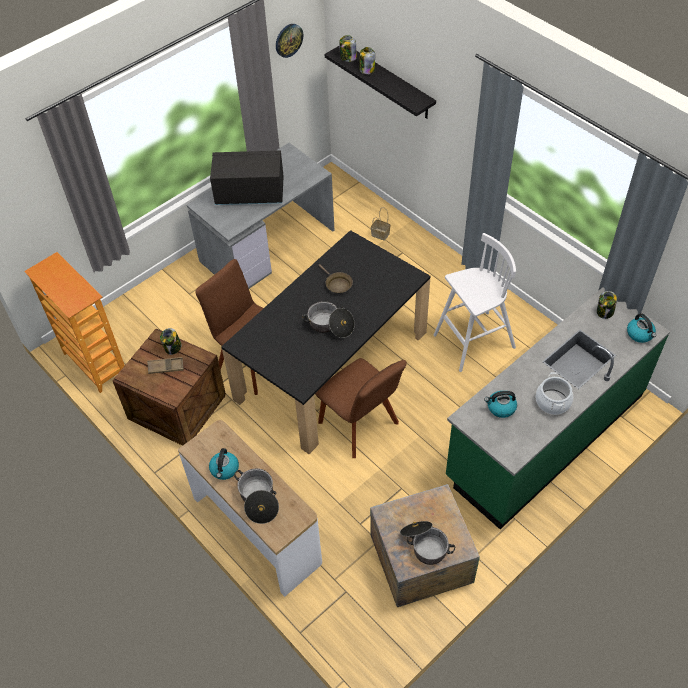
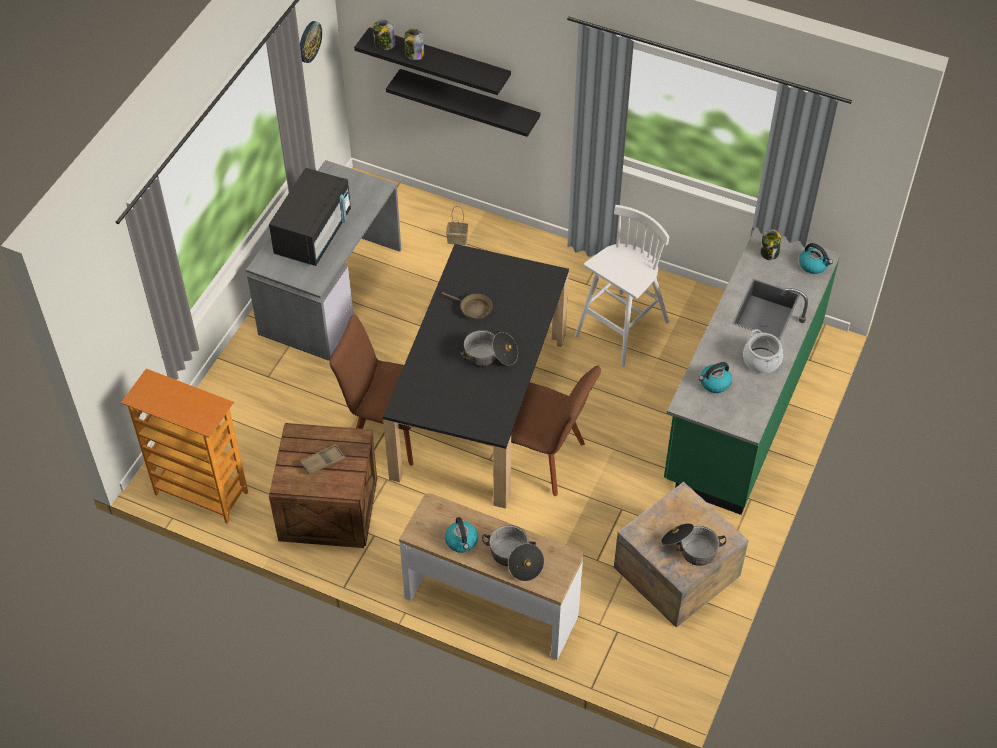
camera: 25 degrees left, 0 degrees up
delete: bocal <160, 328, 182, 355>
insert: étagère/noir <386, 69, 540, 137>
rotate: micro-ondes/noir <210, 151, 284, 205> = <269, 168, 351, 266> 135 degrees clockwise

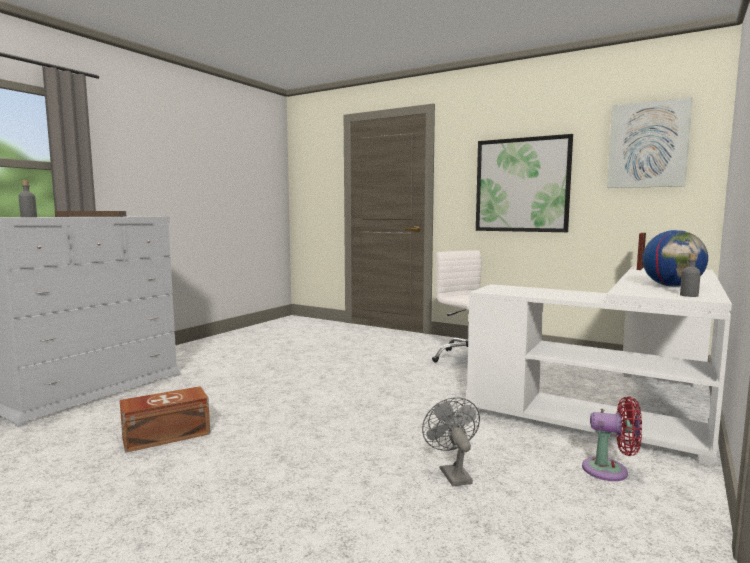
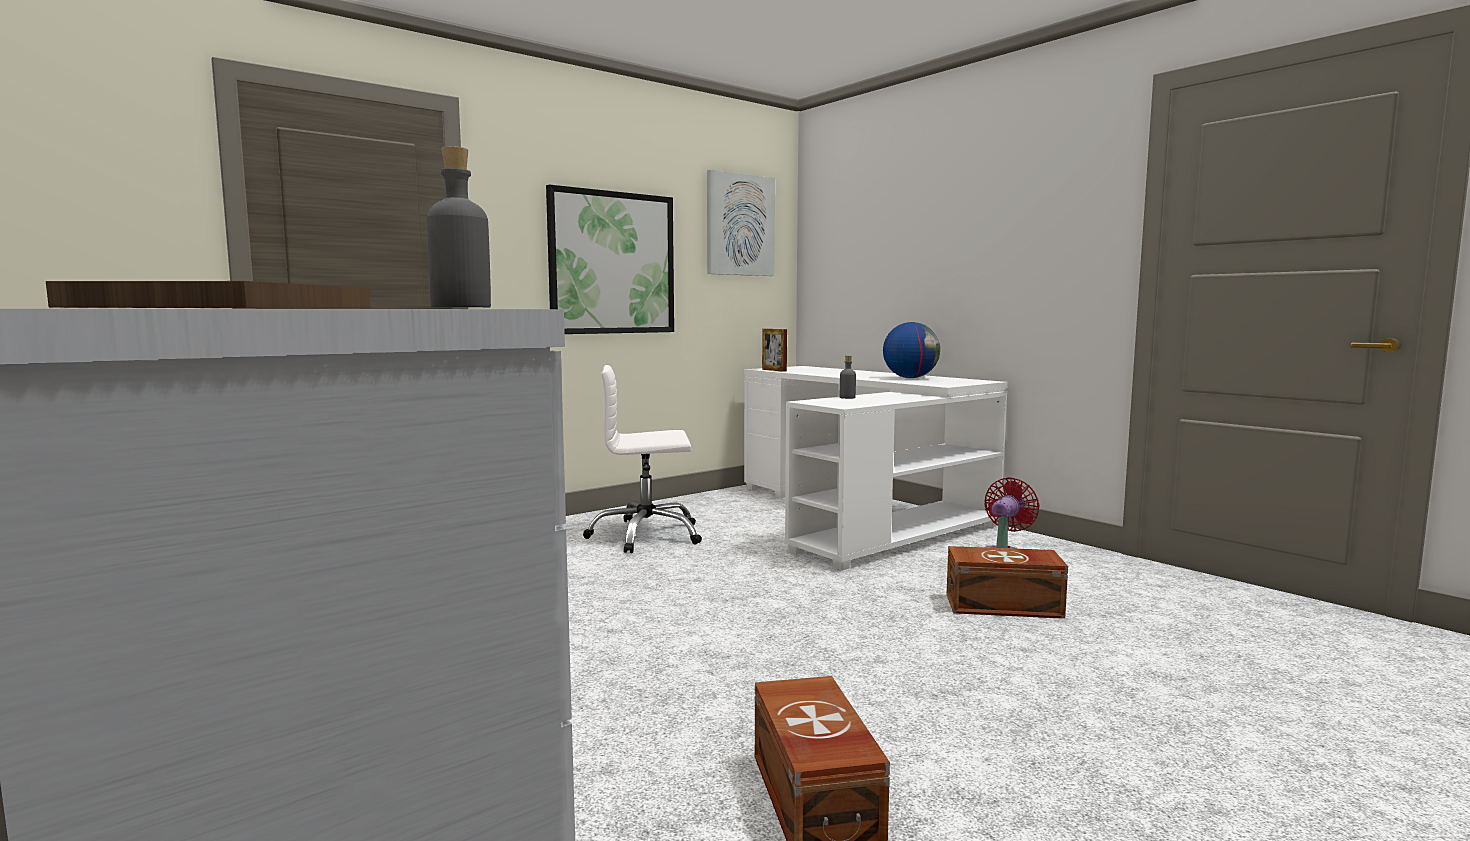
camera: 70 degrees left, 0 degrees up
move: bouteille/gris <680, 253, 701, 297> to <840, 355, 856, 399>
replace: ventilateur/gris <422, 397, 480, 486> to boîte de rangement/marron <946, 546, 1068, 619>

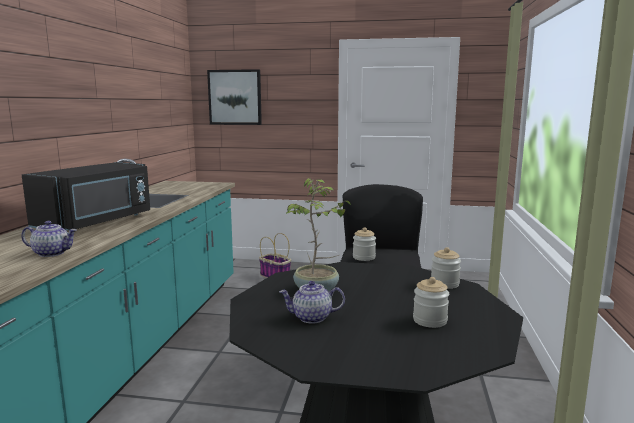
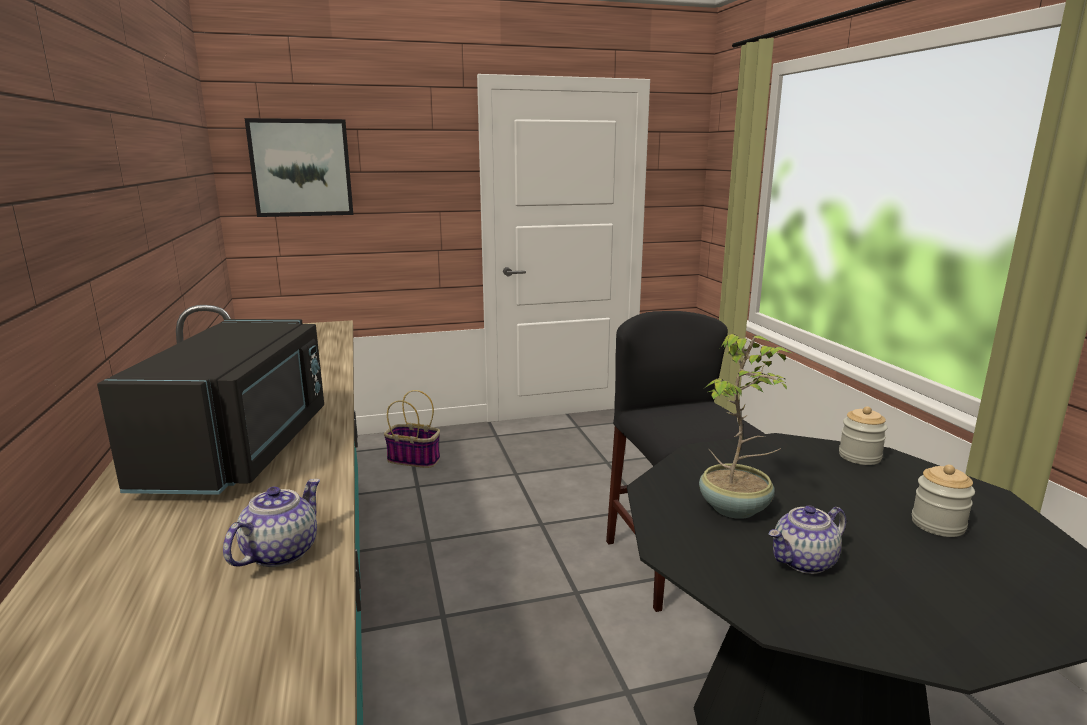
camera: 25 degrees left, 5 degrees up
delete: bocal <353, 228, 376, 261>
rotate: théière <21, 221, 77, 257> = <223, 479, 320, 567> 45 degrees counterclockwise

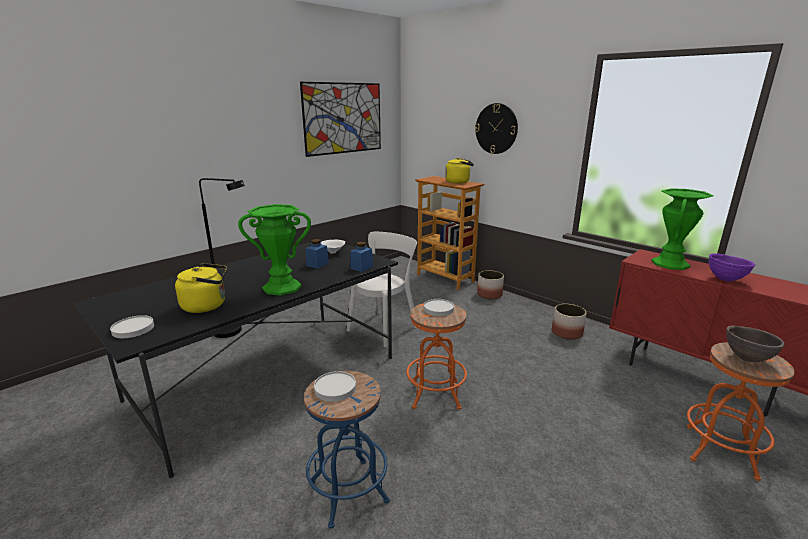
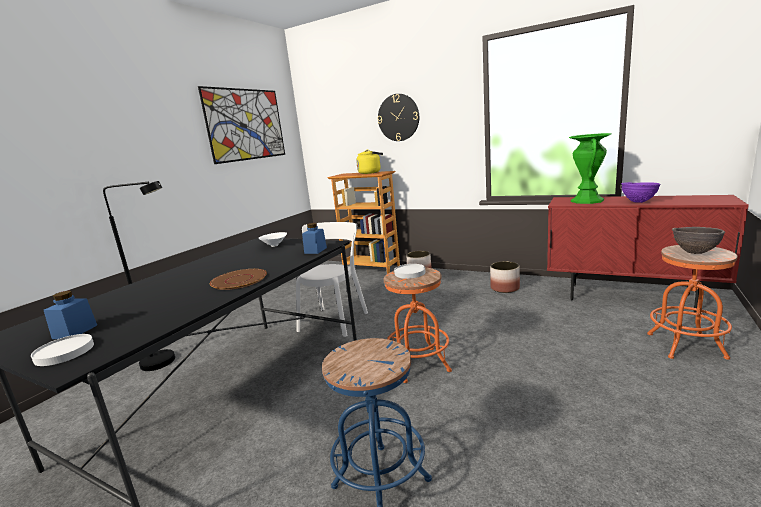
camera: 15 degrees left, 5 degrees down
delete: bouilloire/jaune <175, 263, 227, 313>; assiette/blanc <314, 371, 356, 402>
move: bocal/bleu <306, 239, 329, 269> to <44, 291, 97, 339>
replace: vase/vert <238, 204, 311, 295> to assiette/marron <210, 269, 267, 290>

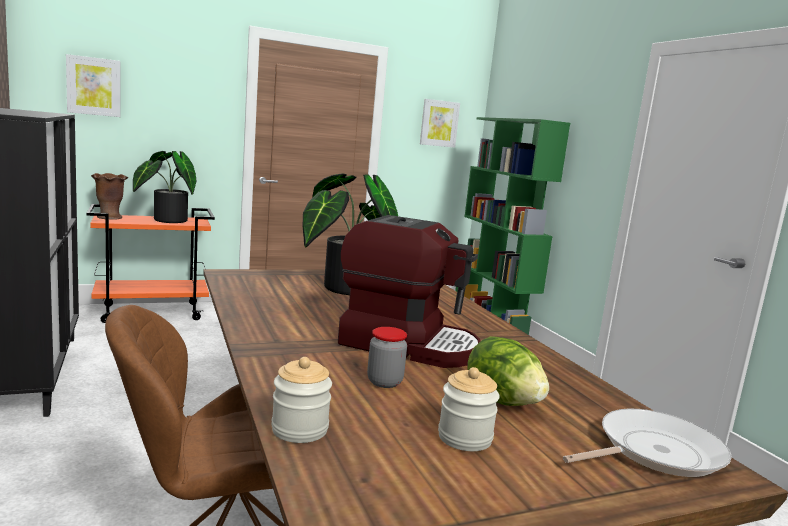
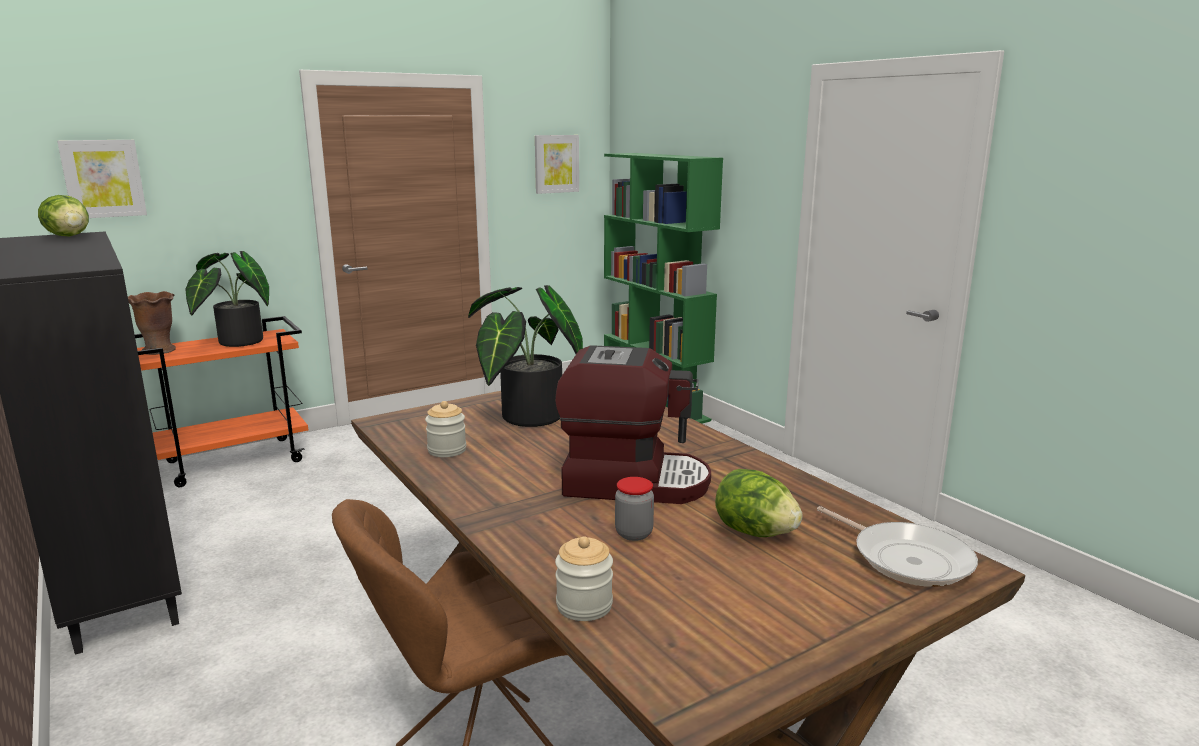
camera: 10 degrees left, 5 degrees up
insert: laitue <38, 195, 89, 236>
move: bocal <438, 367, 500, 451> to <425, 401, 466, 457>
rotate: poêle <563, 409, 732, 477> = <817, 506, 978, 587> 90 degrees clockwise

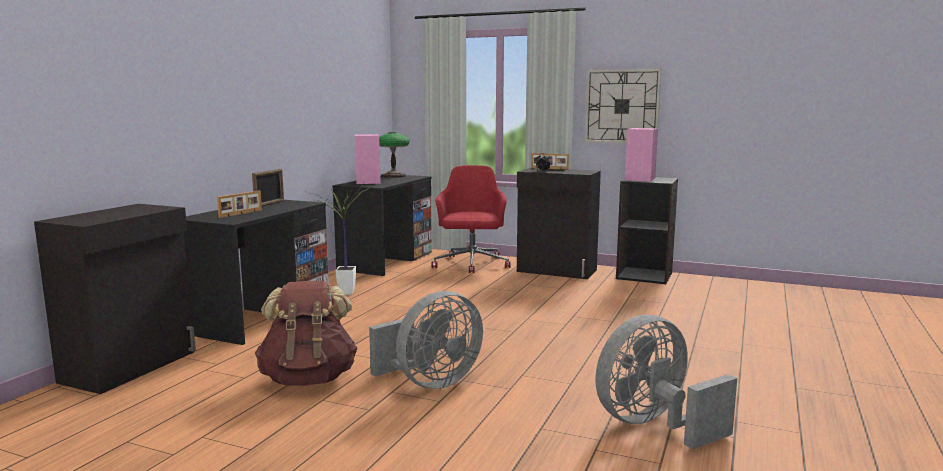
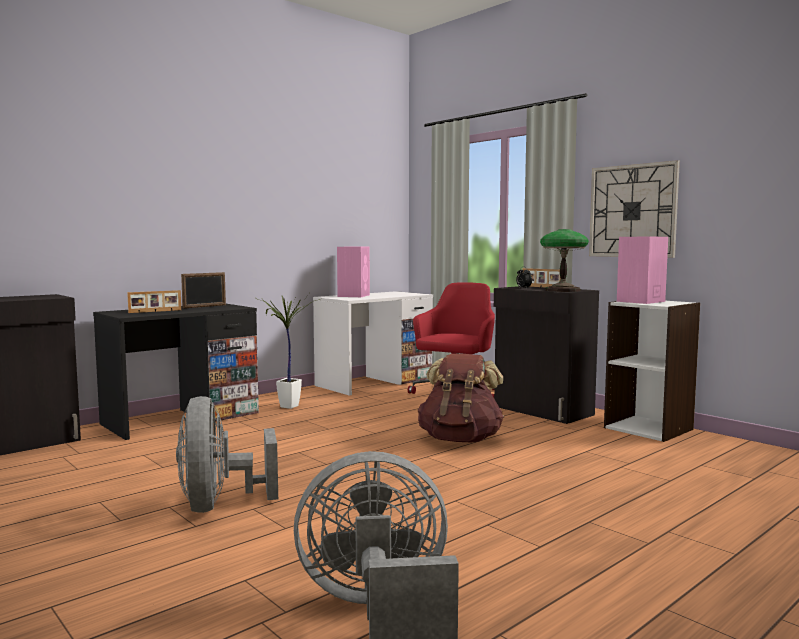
camera: 25 degrees right, 5 degrees down
move: sac à dos/marron <255, 281, 357, 386> to <418, 354, 504, 442>; lampe de table <379, 132, 410, 178> to <540, 229, 589, 292>
recolor: bureau/noir <332, 175, 432, 276> to bureau/blanc <313, 291, 433, 396>; bibliothèque/noir <616, 177, 678, 284> to bibliothèque/blanc <604, 301, 700, 442>
rotate: ventilateur/gris <369, 291, 483, 389> = <176, 396, 278, 513> 90 degrees clockwise

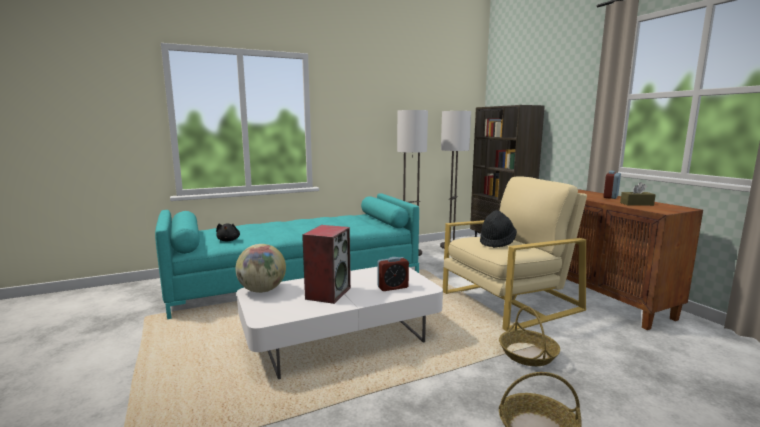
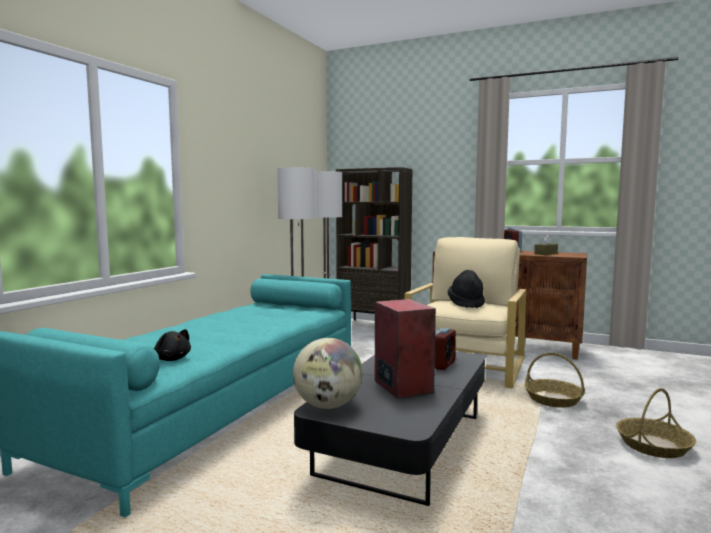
camera: 40 degrees left, 5 degrees down
recolor: table basse/blanc <237, 267, 443, 379> to table basse/noir <294, 352, 485, 506>

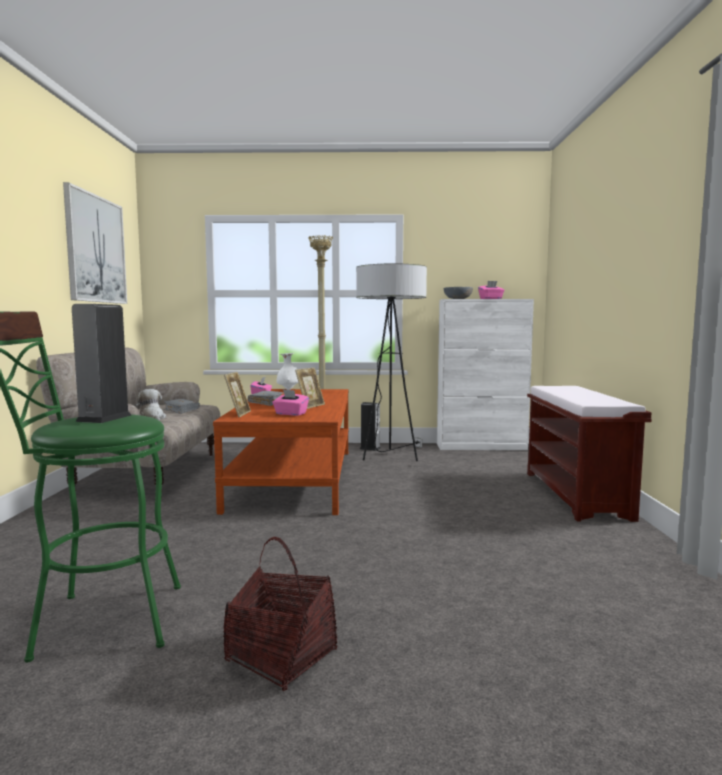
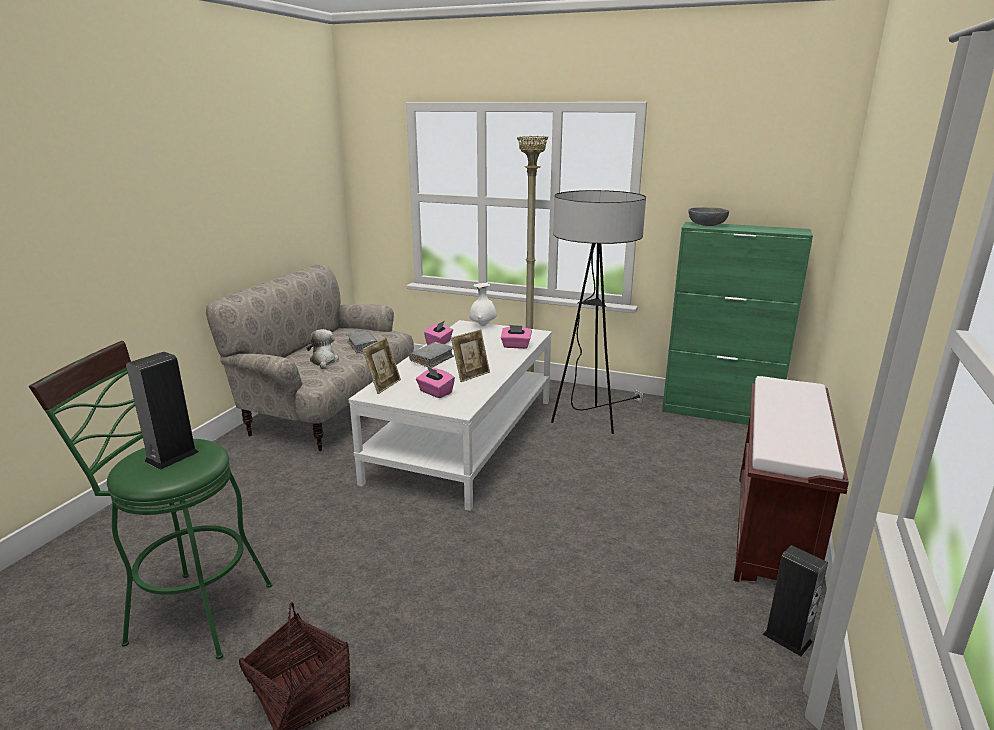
camera: 20 degrees right, 15 degrees up
delete: tableau <63, 182, 127, 304>
move: boîte à mouchoirs/rose <478, 281, 505, 299> to <501, 325, 532, 349>; enceinte <360, 402, 381, 451> to <763, 545, 828, 656>
recolor: table basse/marron <213, 389, 349, 515> to table basse/blanc <349, 320, 552, 511>; meuble de rangement/blanc <437, 299, 534, 450> to meuble de rangement/vert <662, 222, 813, 425>

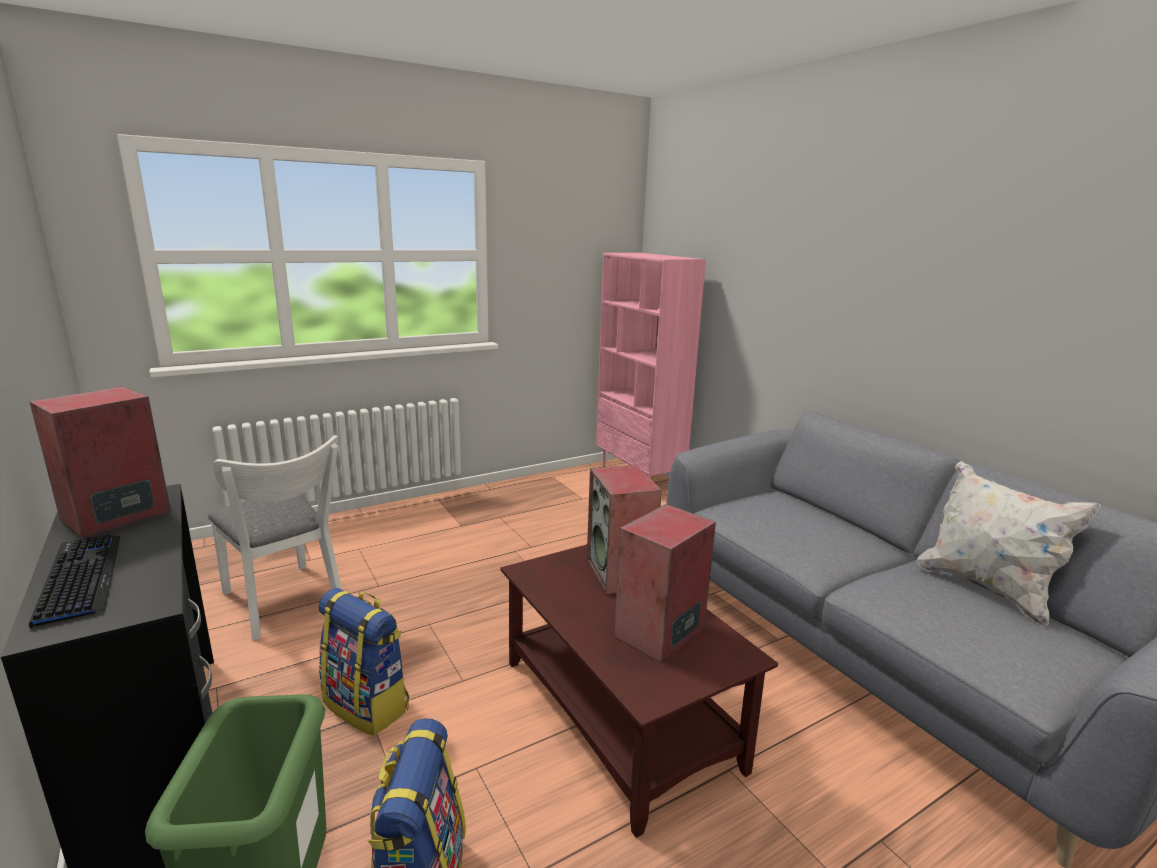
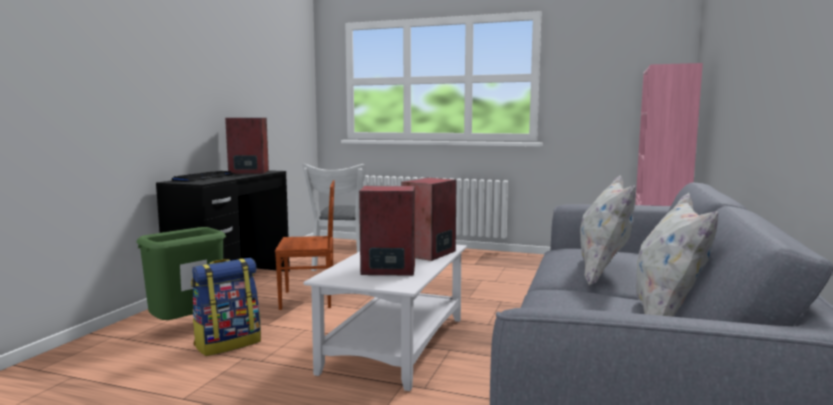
camera: 50 degrees right, 10 degrees down
insert: coussin/blanc <580, 175, 636, 285>
replace: sac à dos <318, 588, 409, 736> to chaise/marron <275, 180, 335, 310>
recolor: table basse/marron <500, 544, 778, 838> to table basse/blanc <304, 245, 467, 391>

